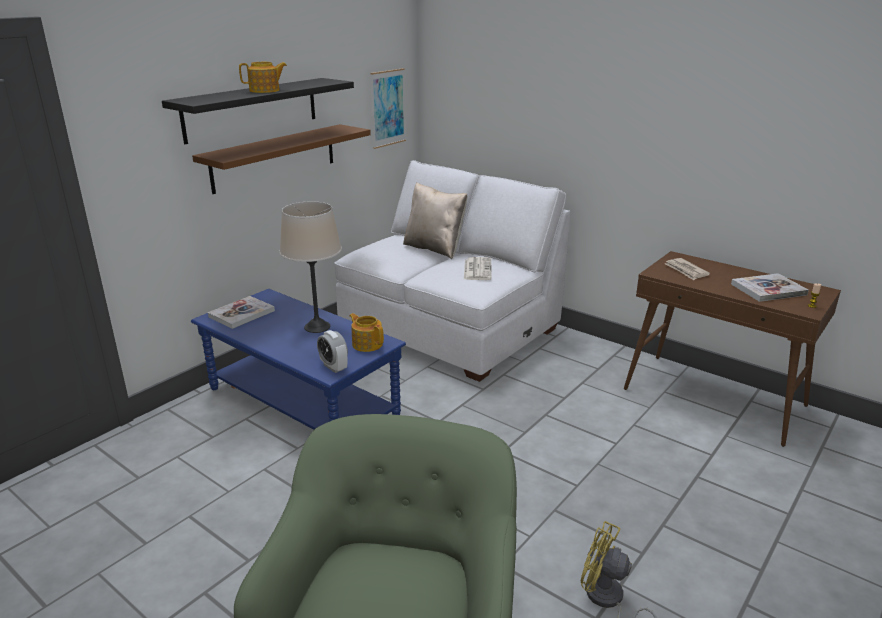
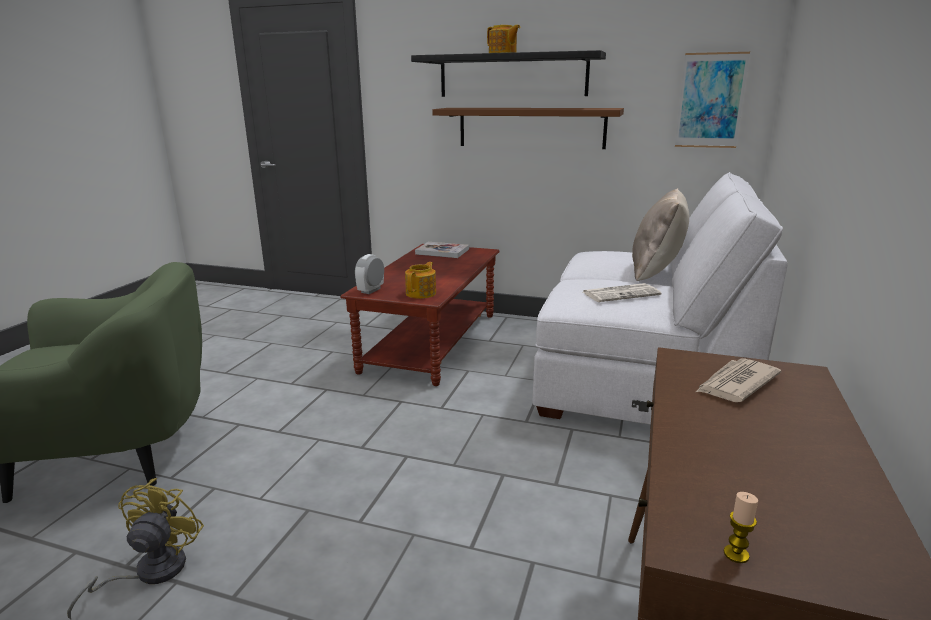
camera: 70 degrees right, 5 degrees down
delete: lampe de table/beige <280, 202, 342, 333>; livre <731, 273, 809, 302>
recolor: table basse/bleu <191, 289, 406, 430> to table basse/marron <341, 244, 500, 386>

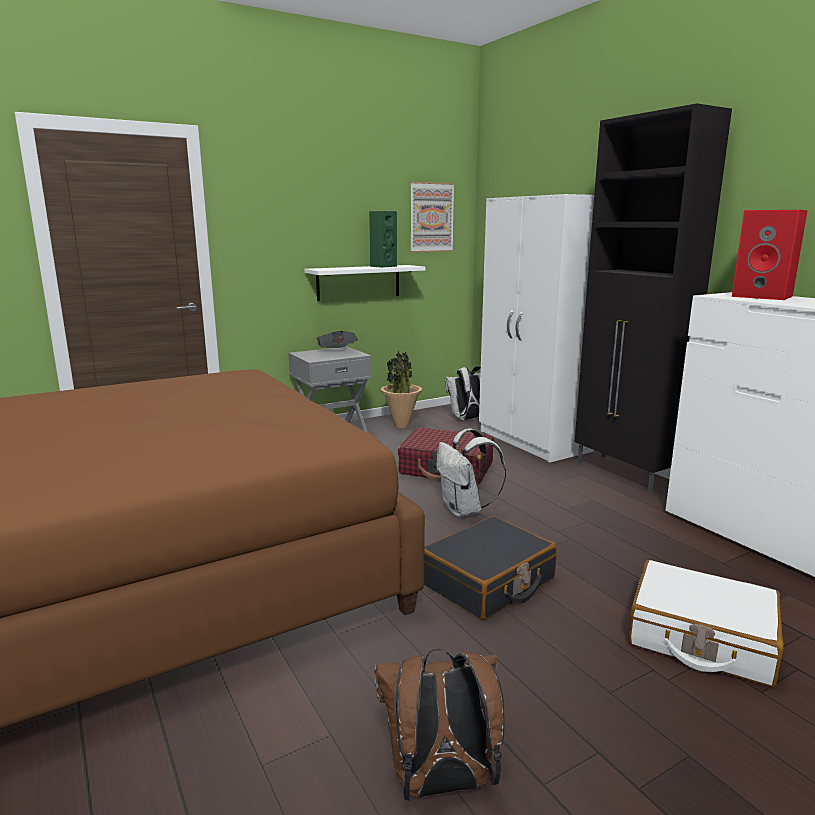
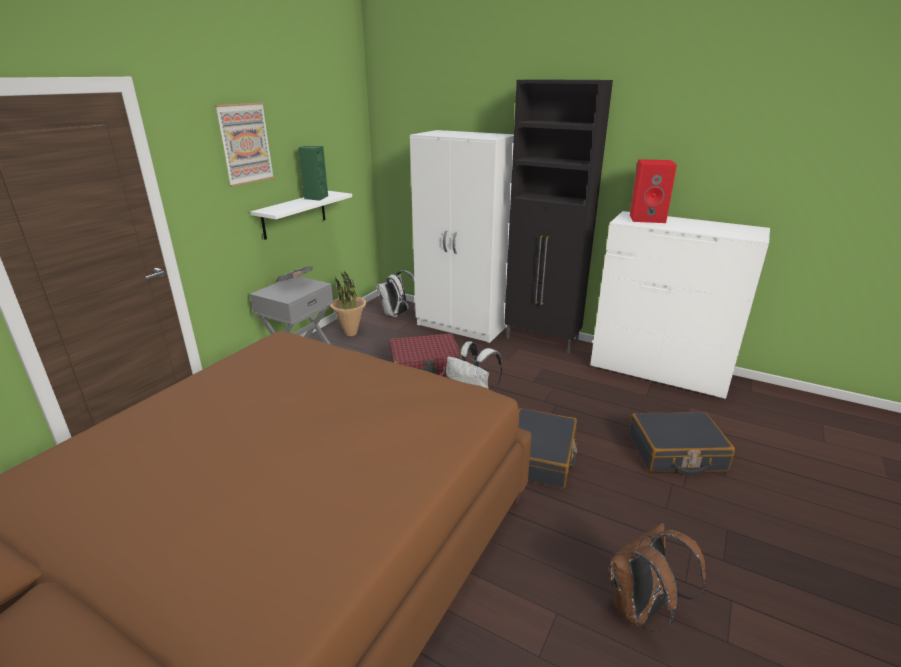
camera: 30 degrees left, 10 degrees up
move: tableau <410, 182, 455, 252> to <215, 103, 275, 187>
recolor: valise/blanc <628, 560, 784, 687> to valise/noir <629, 412, 735, 475>

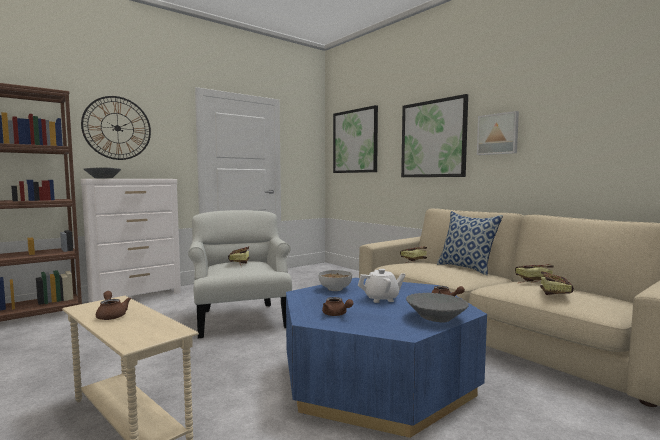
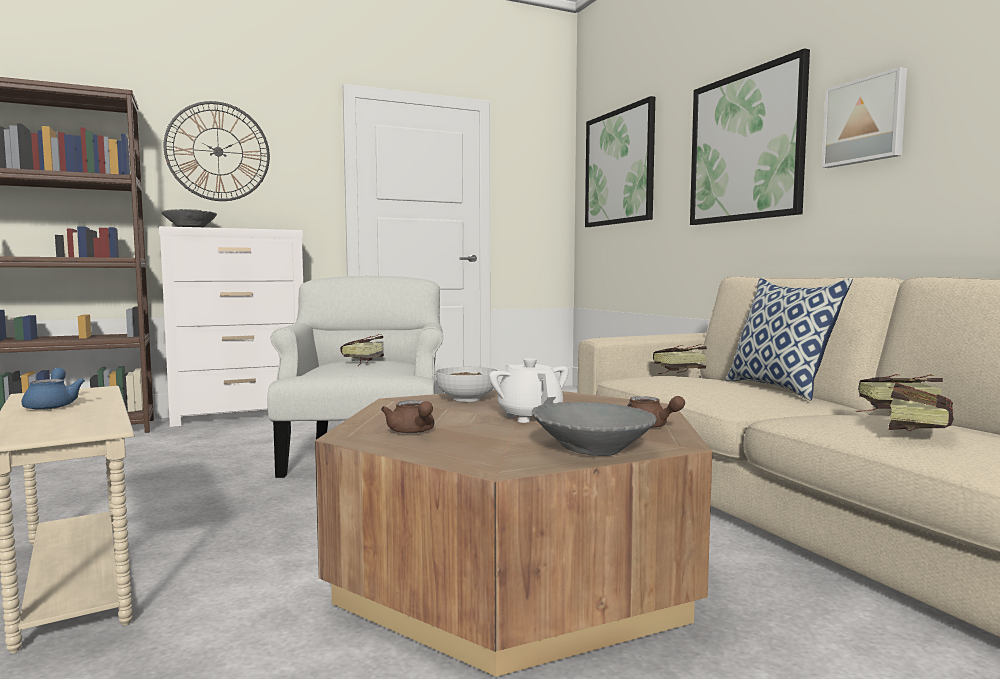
camera: 15 degrees right, 0 degrees up
recolor: théière/marron <96, 291, 131, 320> to théière/bleu <22, 368, 85, 410>; table basse/bleu <286, 278, 487, 438> to table basse/marron <315, 390, 712, 677>
rotate: théière/blanc <358, 269, 405, 303> = <489, 358, 569, 423> 120 degrees counterclockwise

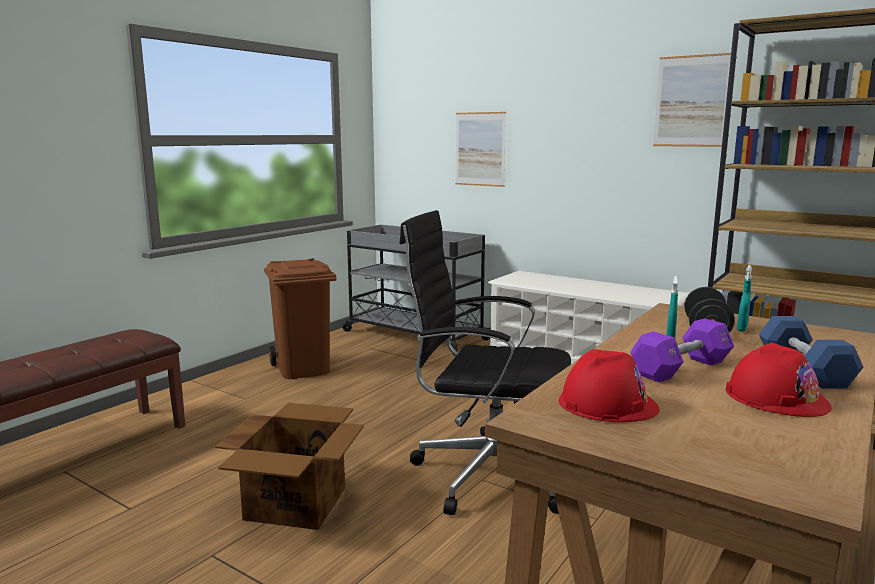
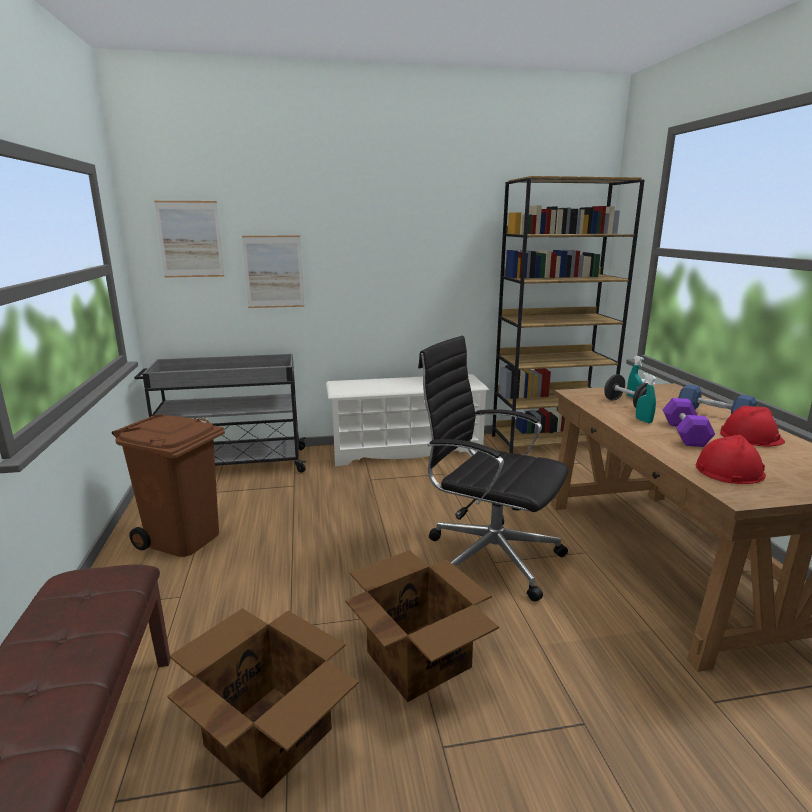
camera: 45 degrees left, 5 degrees up
insert: carton <167, 608, 359, 799>
move: tableau <653, 53, 731, 147> to <154, 201, 224, 277>
rotate: chaise de bureau/noir <399, 210, 571, 515> = <418, 336, 569, 601> 60 degrees clockwise

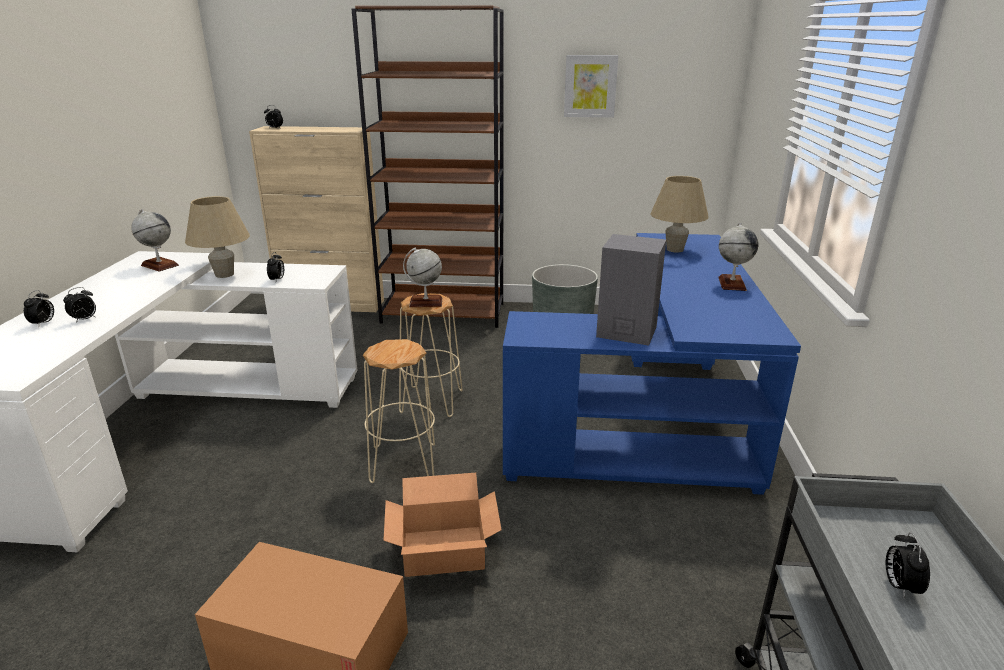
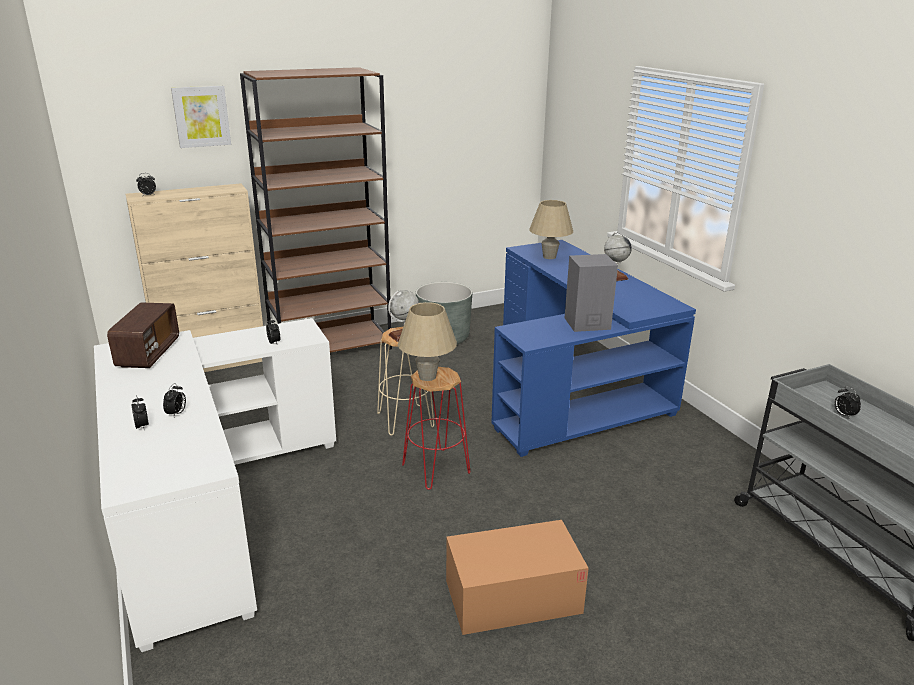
camera: 30 degrees left, 0 degrees up
delete: carton <383, 473, 502, 577>
move: tableau <564, 55, 618, 118> to <171, 86, 231, 148>; lampe de table/beige <185, 196, 250, 278> to <398, 302, 457, 381>
replace: globe <131, 209, 179, 271> to radio <107, 302, 179, 368>
recolor: tabouret/beige <363, 339, 435, 483> to tabouret/rouge <402, 367, 470, 490>

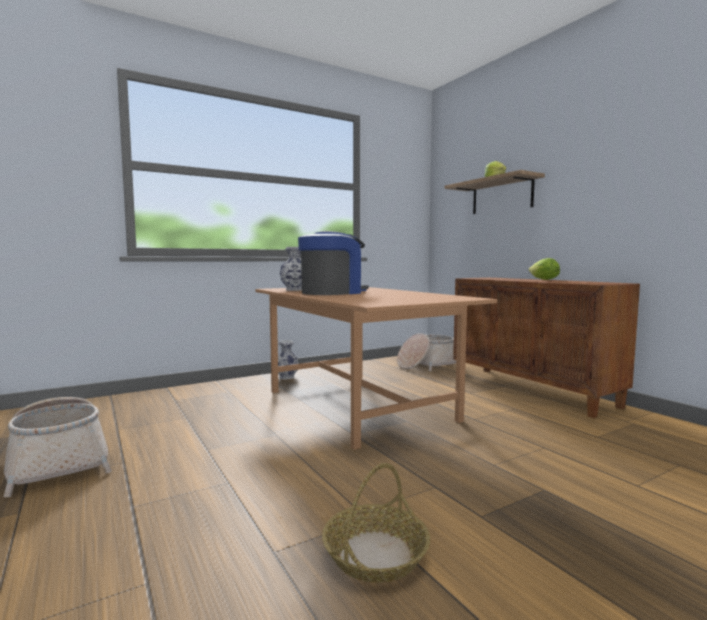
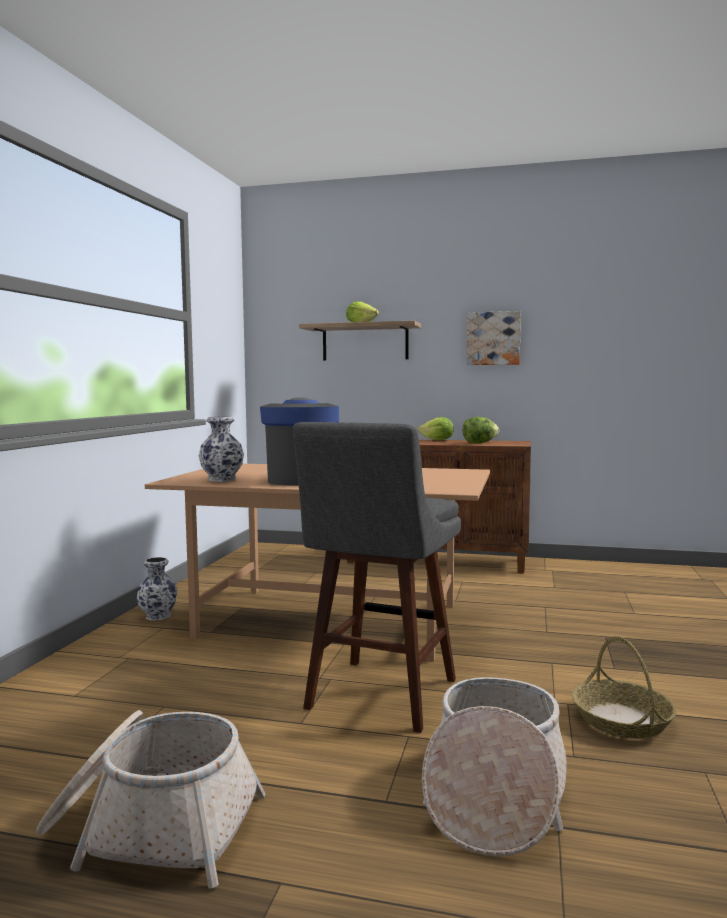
camera: 45 degrees left, 0 degrees up
insert: tabouret/gris <293, 422, 461, 733>; laitue <463, 417, 499, 443>; tableau <467, 311, 521, 365>
move: panier <397, 333, 456, 371> to <422, 677, 567, 856>

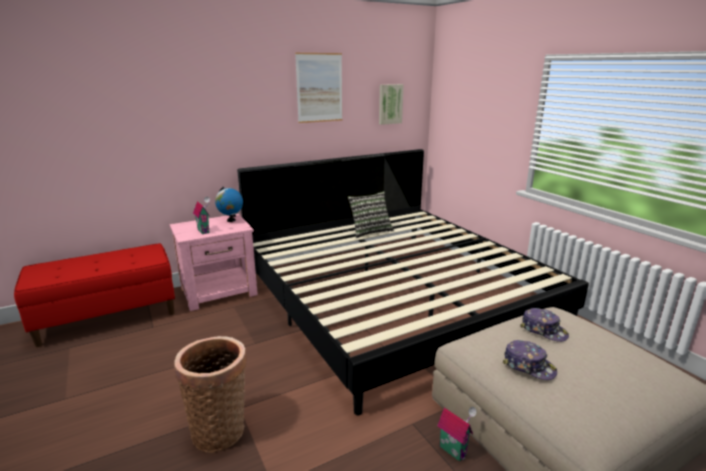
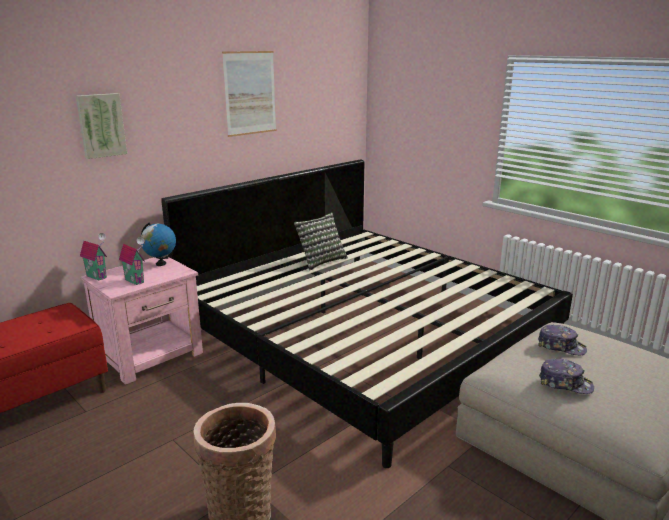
camera: 15 degrees left, 0 degrees up
move: tableau <379, 84, 404, 125> to <76, 93, 127, 159>; maison miniature <437, 407, 477, 461> to <80, 233, 107, 280>

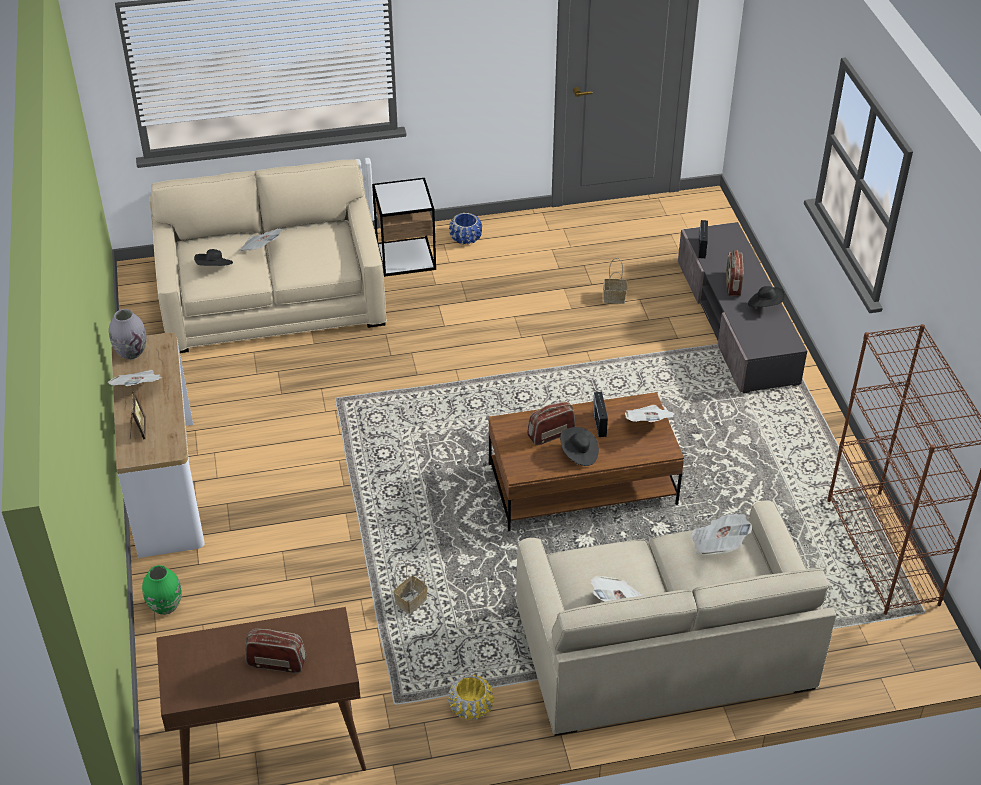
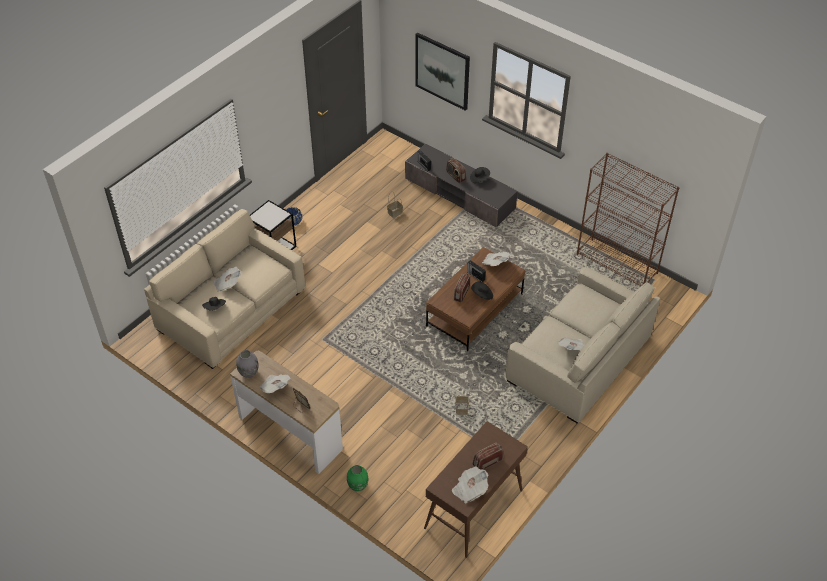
camera: 40 degrees left, 5 degrees up
delete: cache-pot/jaune <448, 674, 494, 721>
insert: tableau <415, 32, 470, 111>
move: journal <691, 514, 752, 555> to <452, 466, 488, 503>

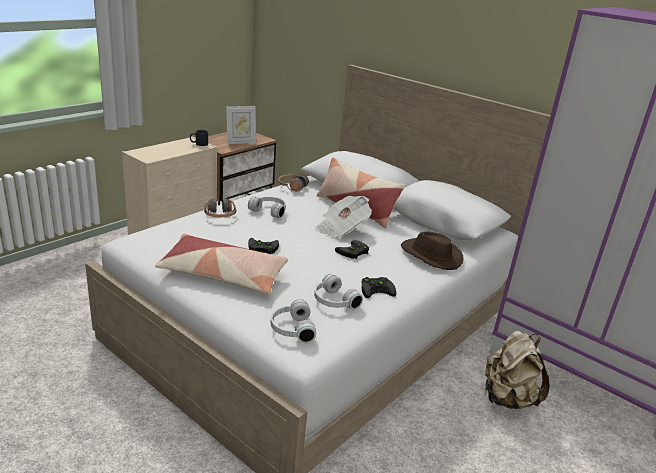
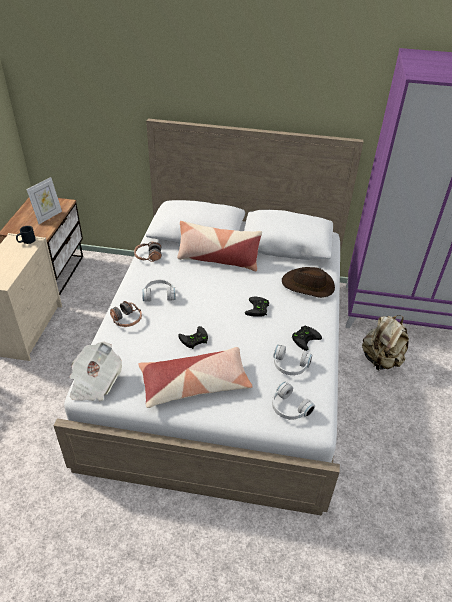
camera: 30 degrees left, 15 degrees up
move: journal <315, 196, 372, 238> to <70, 342, 122, 401>

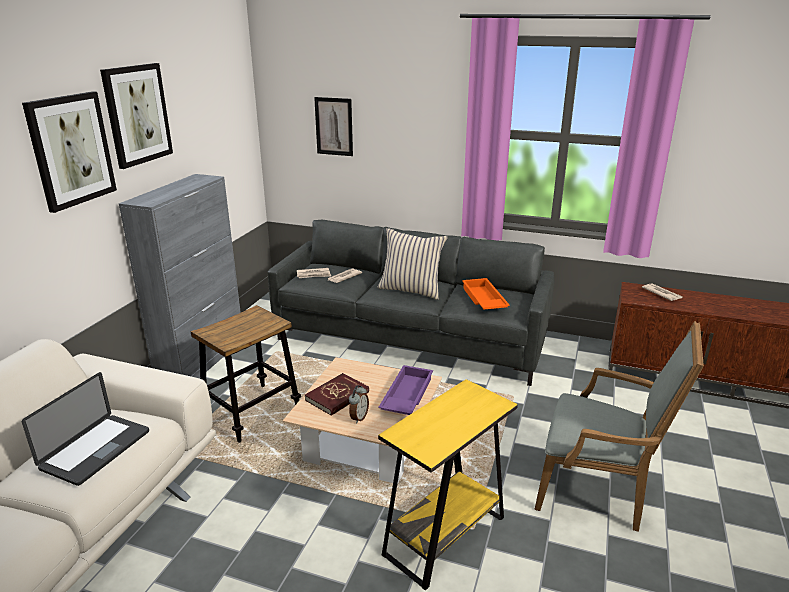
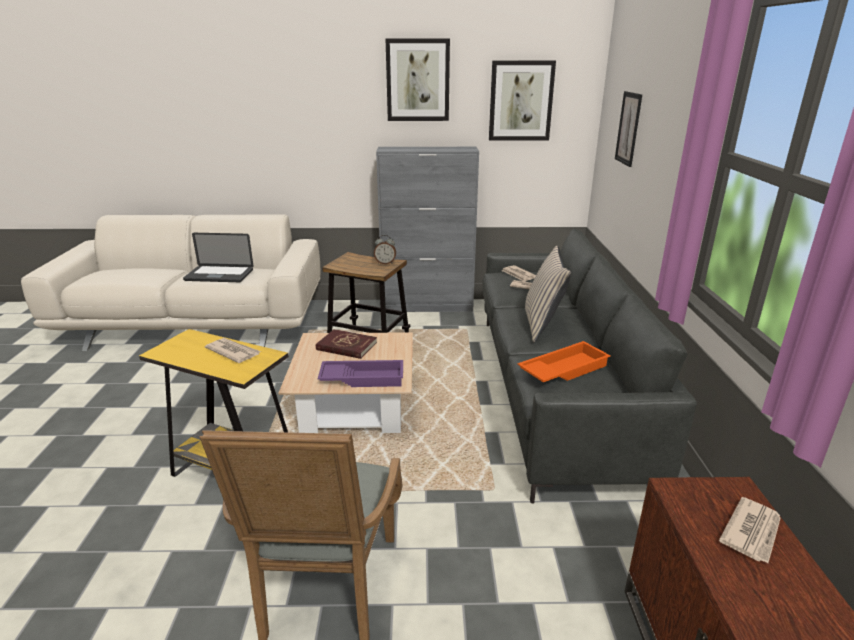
camera: 70 degrees right, 0 degrees up
insert: journal <205, 338, 261, 363>
move: réveil <349, 385, 369, 423> to <374, 235, 396, 264>; tableau <22, 91, 117, 213> to <489, 61, 556, 141>

